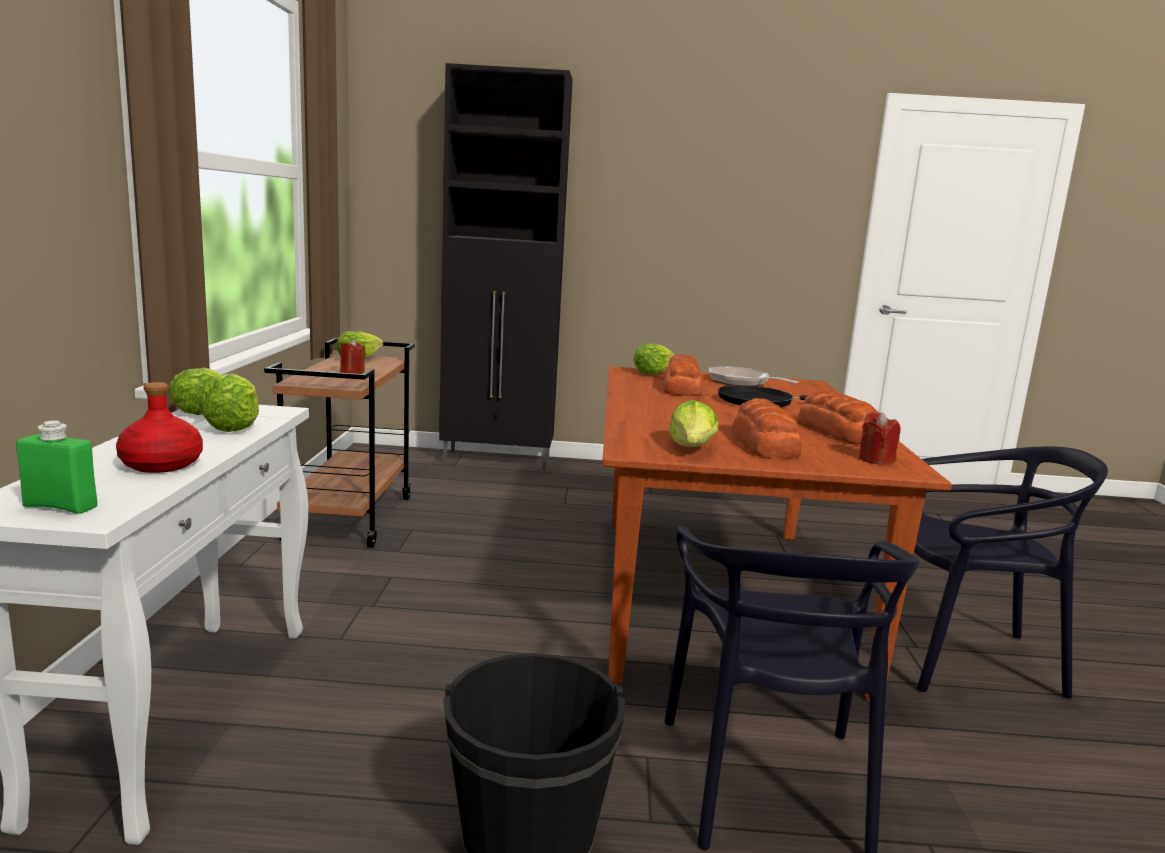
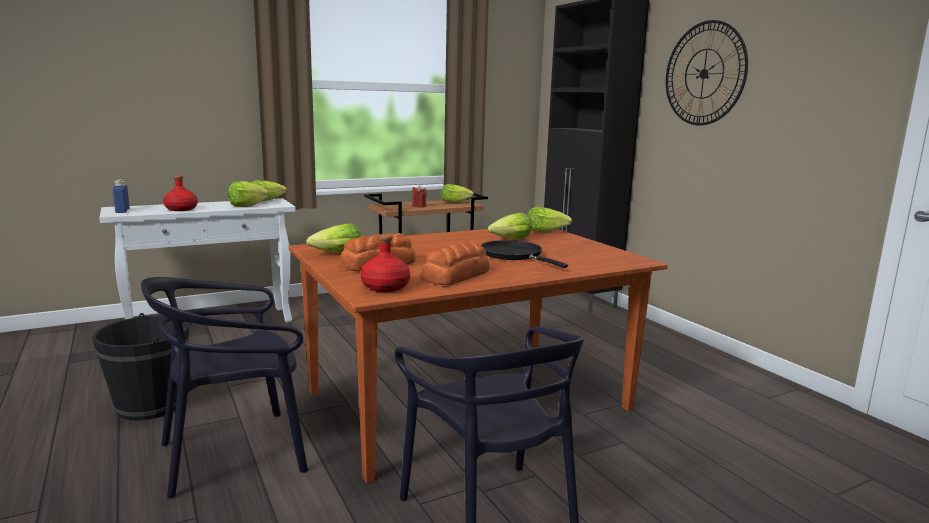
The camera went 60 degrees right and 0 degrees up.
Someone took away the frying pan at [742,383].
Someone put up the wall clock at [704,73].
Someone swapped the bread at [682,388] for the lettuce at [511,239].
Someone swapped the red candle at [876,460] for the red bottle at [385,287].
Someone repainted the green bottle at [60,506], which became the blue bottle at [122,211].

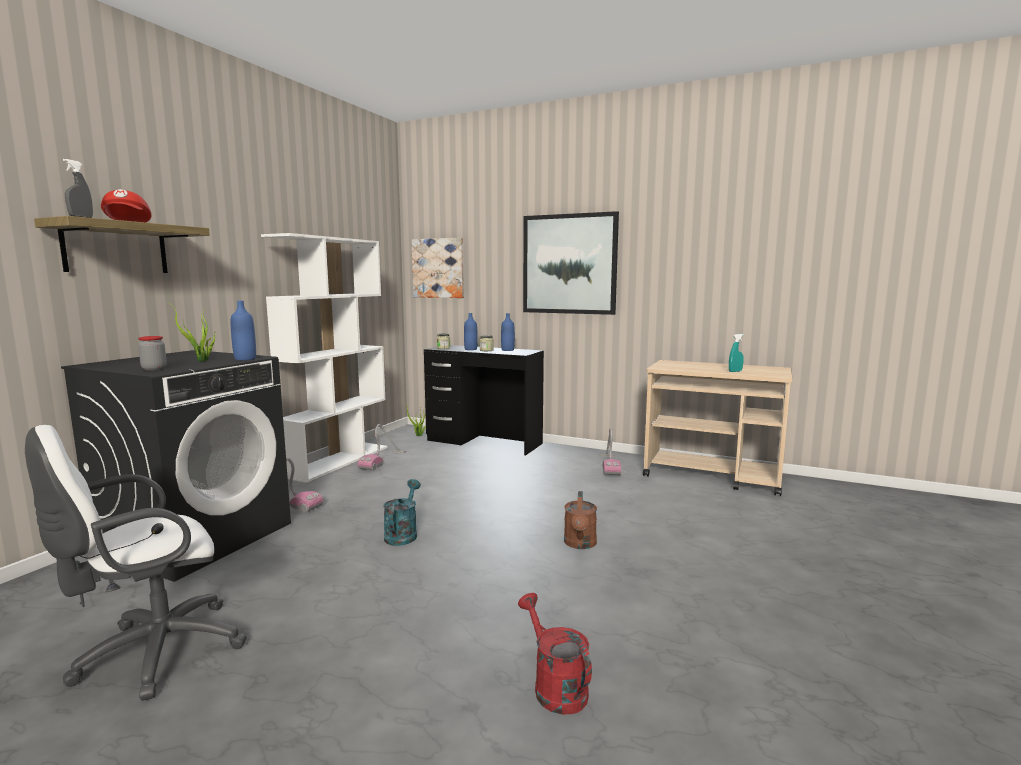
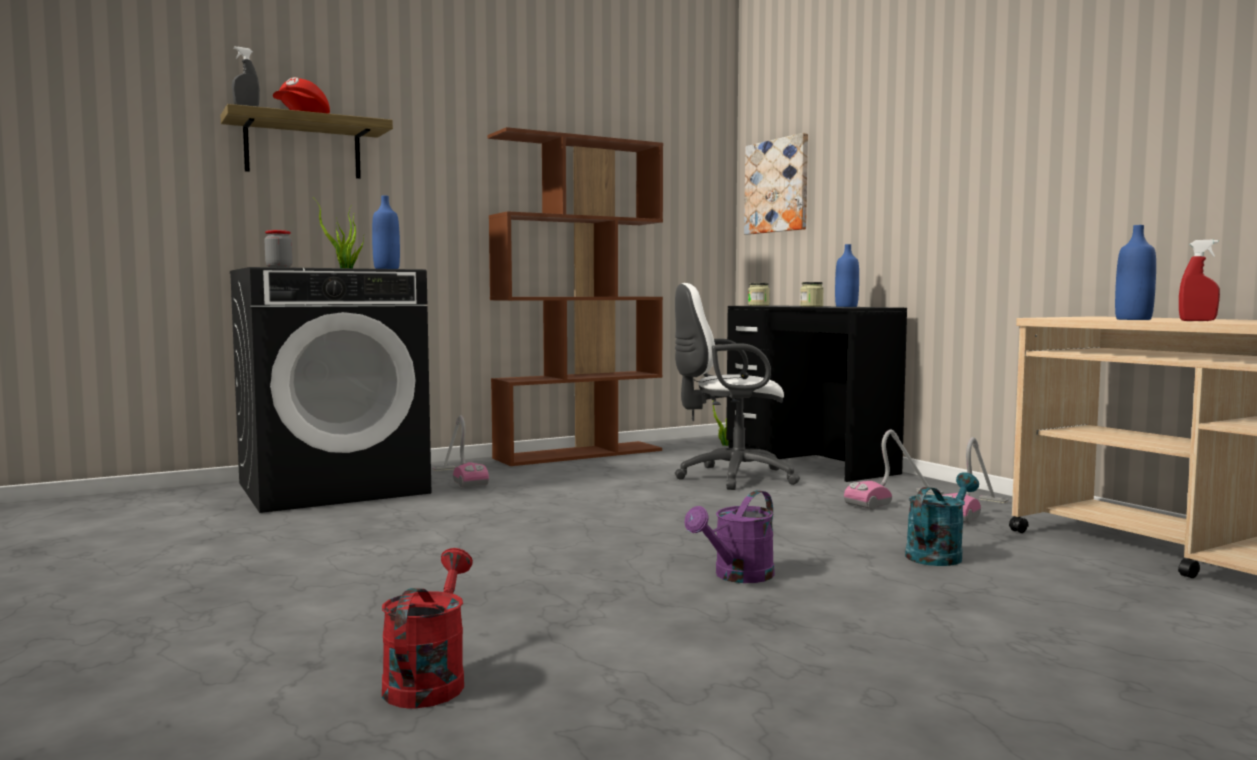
The camera went 35 degrees right and 5 degrees down.
Someone took away the picture at [569,264].
Someone carried the white office chair from [152,654] to [730,477].
Someone carried the vacuum cleaner from [383,460] to [895,499].
Someone carried the turquoise watering can from [402,534] to [938,555].
Someone carried the blue bottle from [470,349] to [1133,319].
Someone repainted the white bookcase at [337,461], which became the brown bookcase at [579,454].
Someone repainted the brown watering can at [580,544], which became the purple watering can at [737,577].
Someone repainted the turquoise spray bottle at [735,371], which became the red spray bottle at [1197,321].

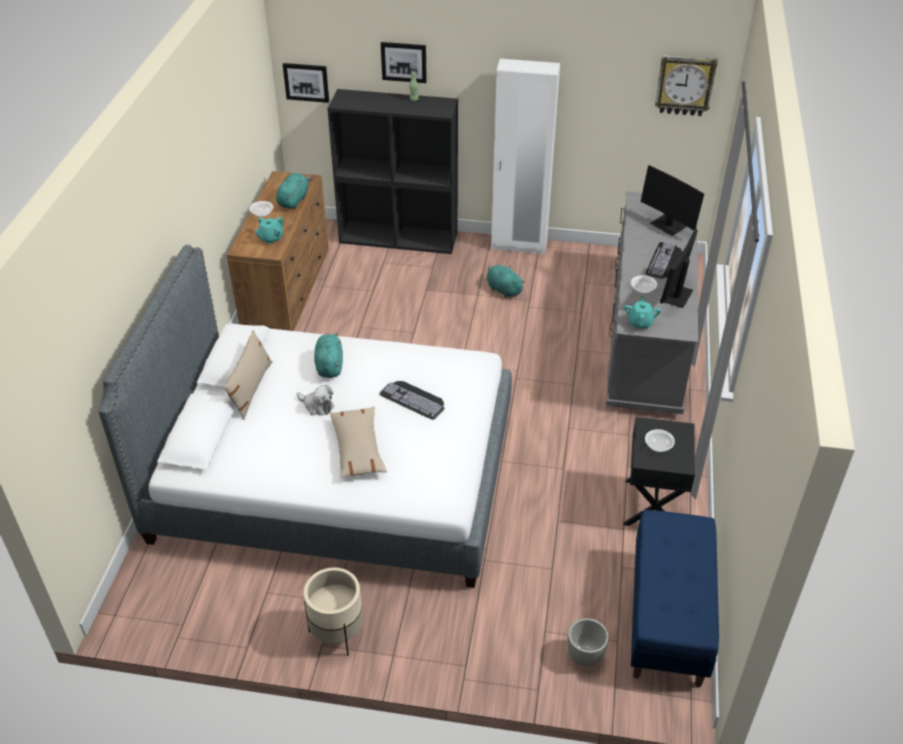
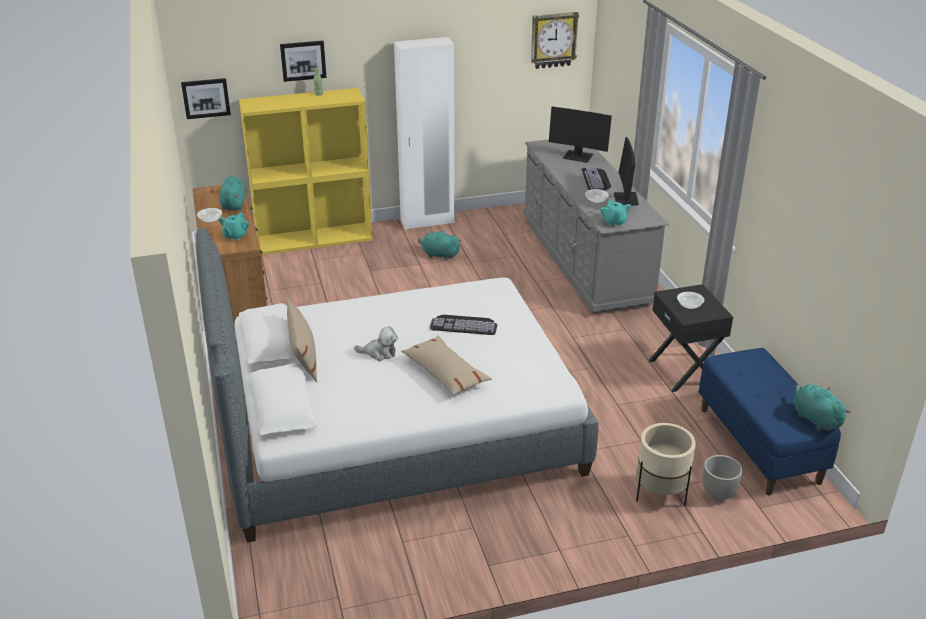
The camera went 25 degrees left and 10 degrees down.
Someone carried the beige planter from [337,633] to [660,494].
Someone carried the turquoise plush toy from [329,365] to [814,418].
Someone repainted the black bookcase at [399,237], which became the yellow bookcase at [315,238].

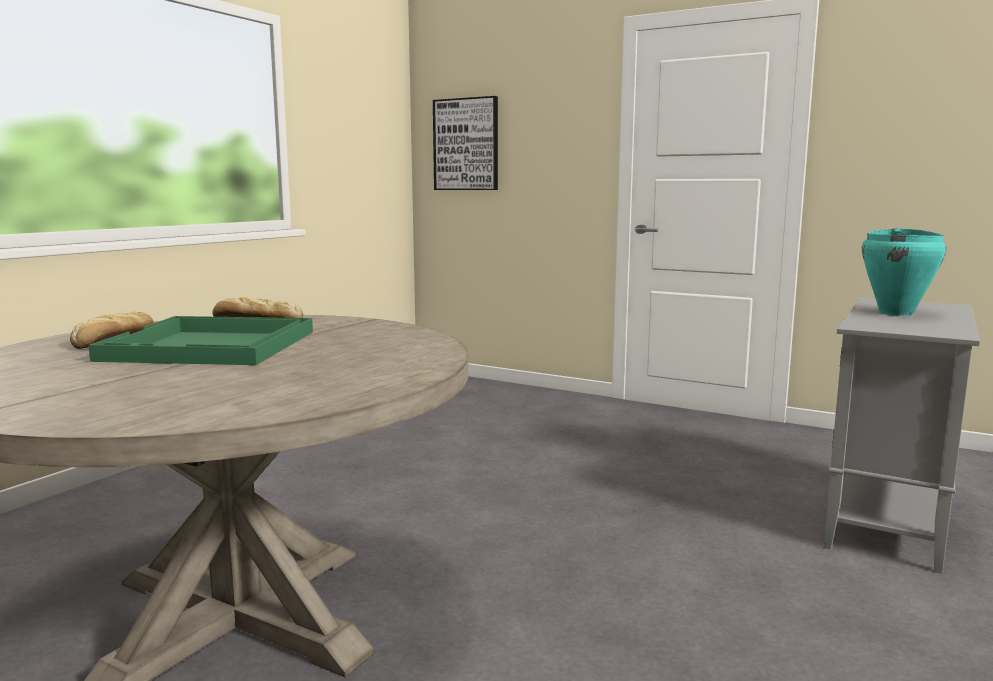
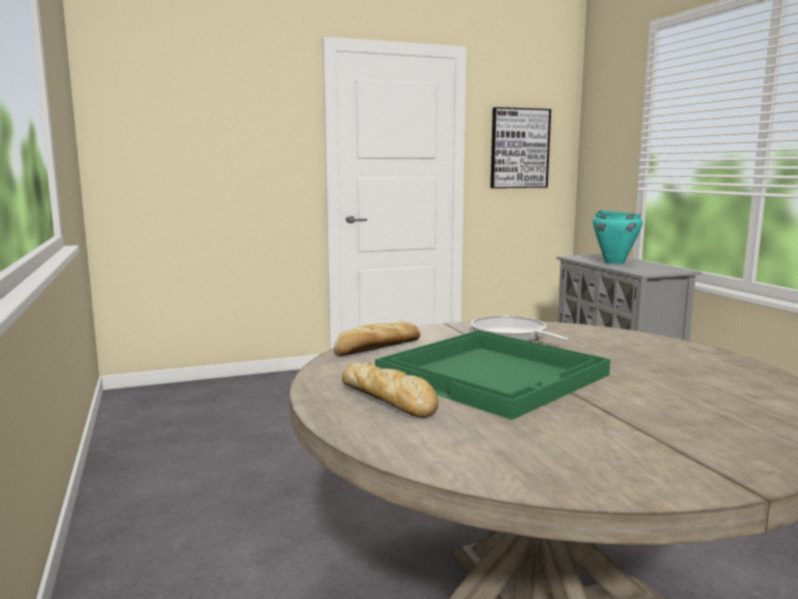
The camera went 50 degrees left and 0 degrees up.
Someone put down the frying pan at [511,335].
Someone carried the picture from [466,144] to [519,148].

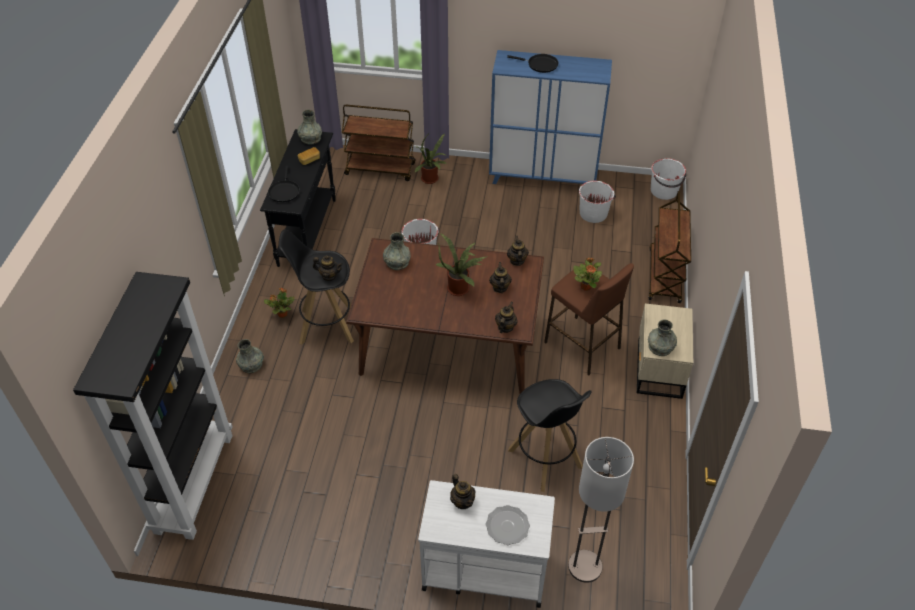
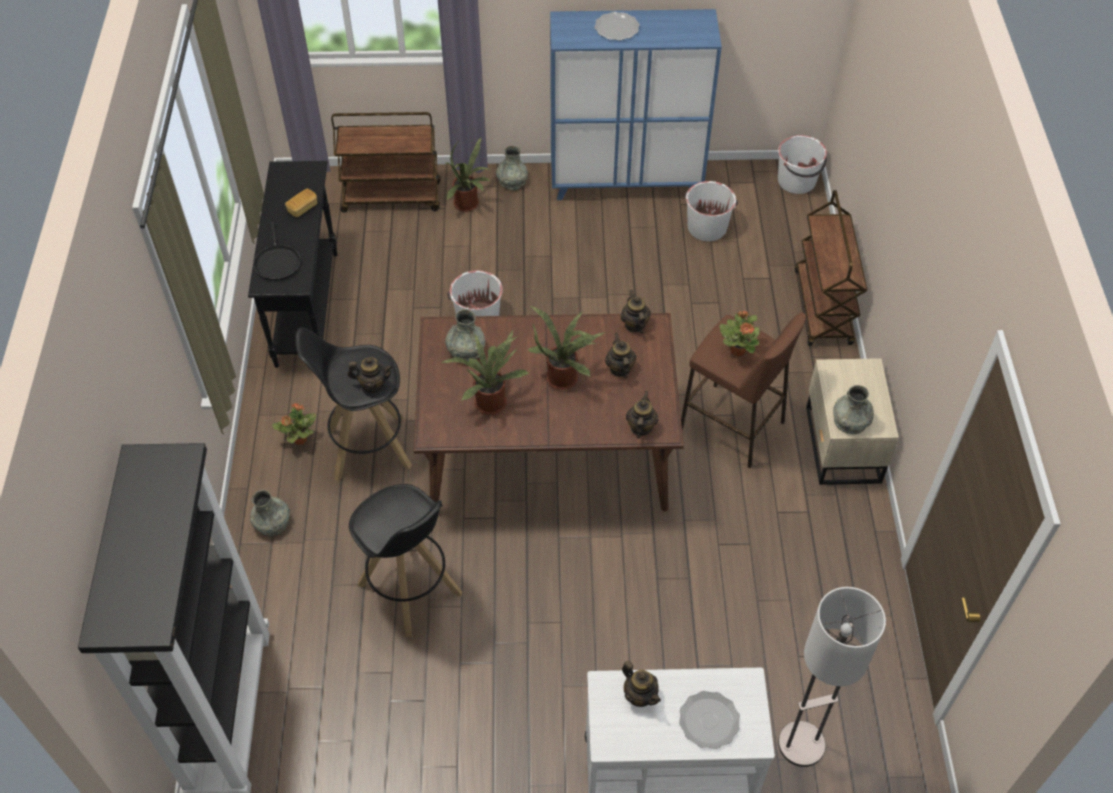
The camera went 10 degrees left and 5 degrees up.
Someone put down the potted plant at [490,400].
Someone carried the grey vase from [310,139] to [512,182].
Someone carried the black stool from [545,459] to [410,590].
Someone swapped the black frying pan at [540,65] for the plate at [617,28].

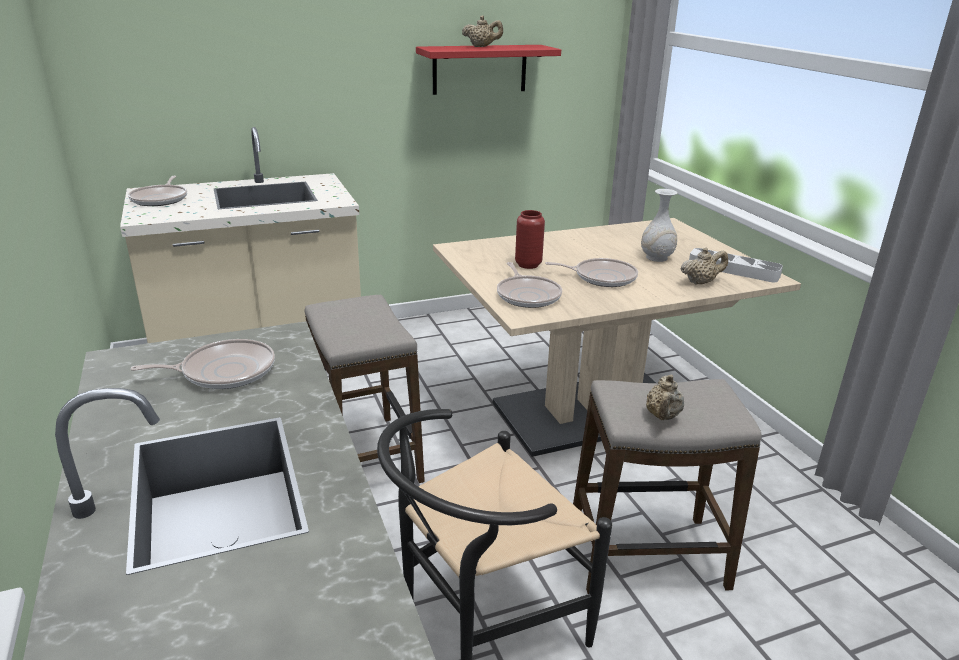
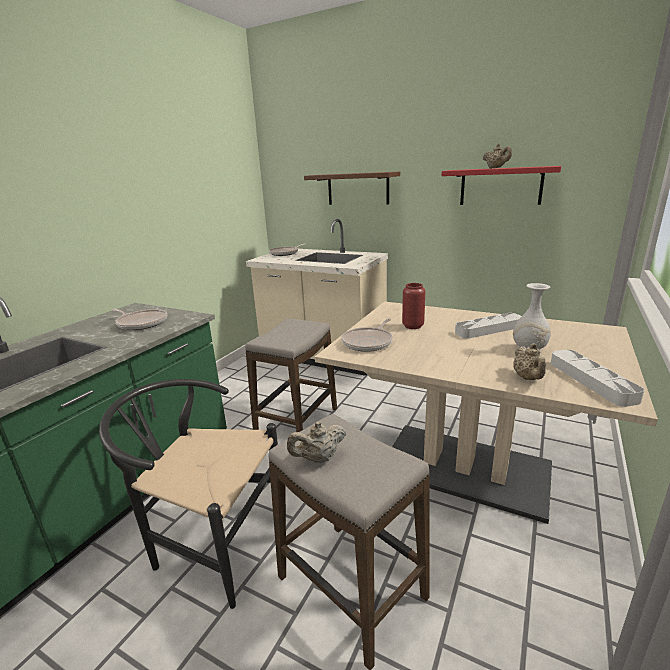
The camera went 50 degrees right and 5 degrees down.
Someone took away the frying pan at [601,277].
Someone put up the brown shelf at [358,189].
Someone put down the grey tray at [489,329].
Someone rotated the beige teapot at [701,282] by 60 degrees clockwise.

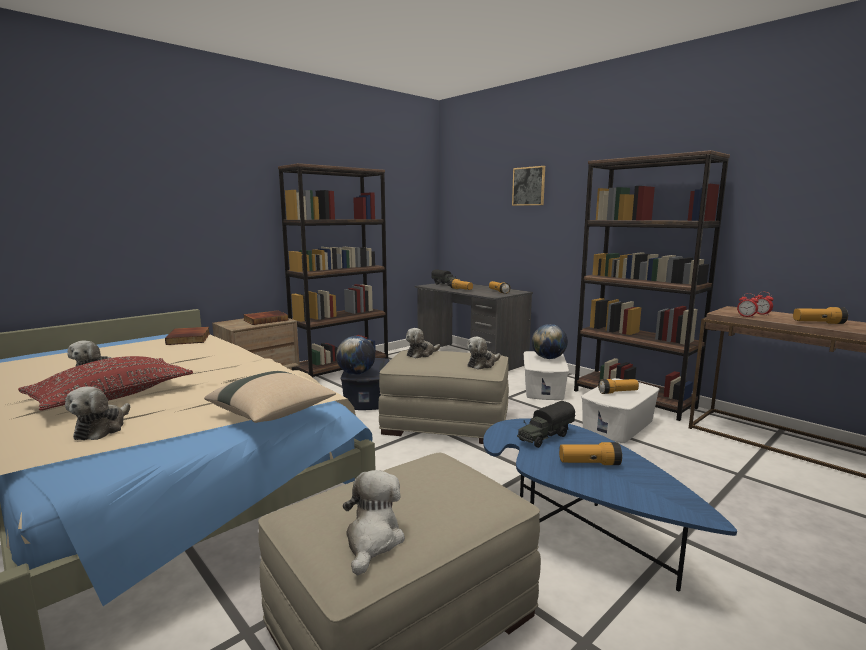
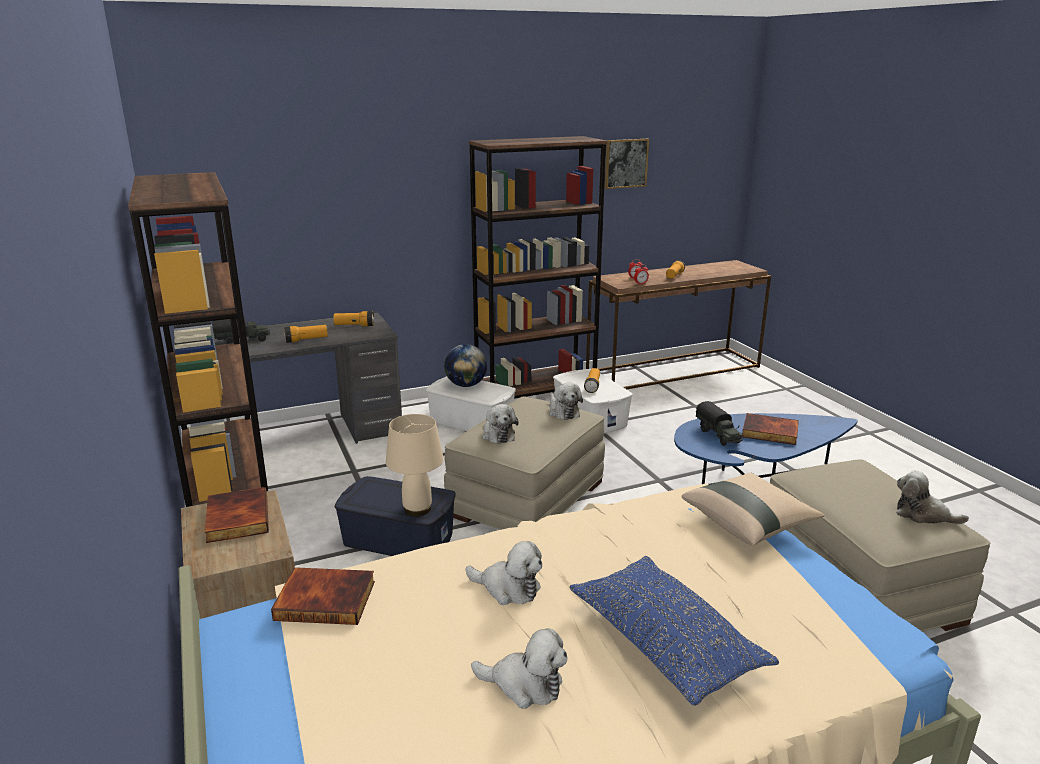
The camera went 70 degrees left and 10 degrees up.
Someone carried the plush toy from [102,428] to [508,588].
Someone carried the picture from [528,186] to [626,163].
Someone swapped the globe at [356,373] for the beige table lamp at [418,509].
Someone swapped the flashlight at [589,463] for the book at [769,432].
Someone repainted the red pillow at [112,397], which became the blue pillow at [665,642].

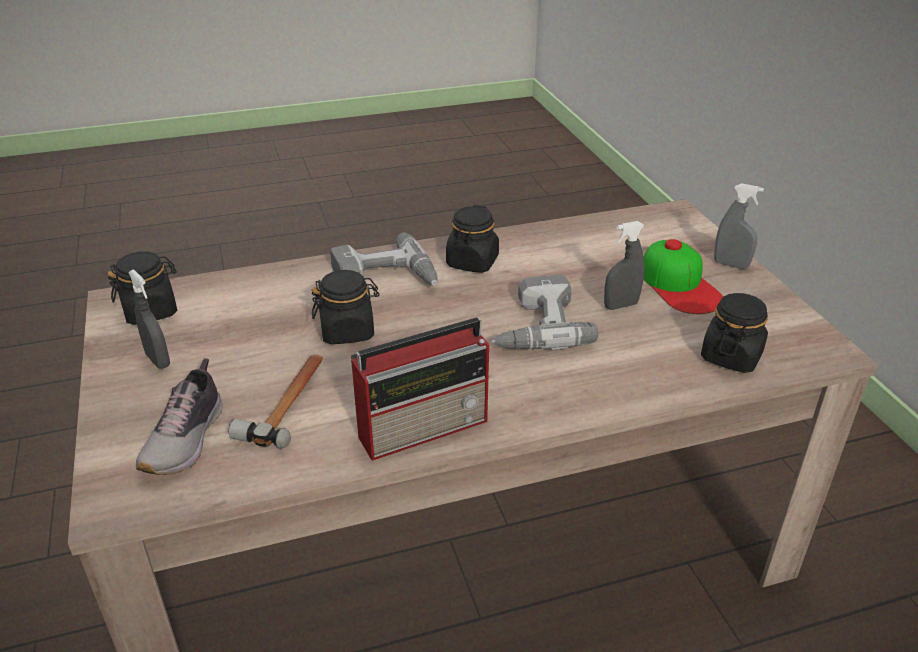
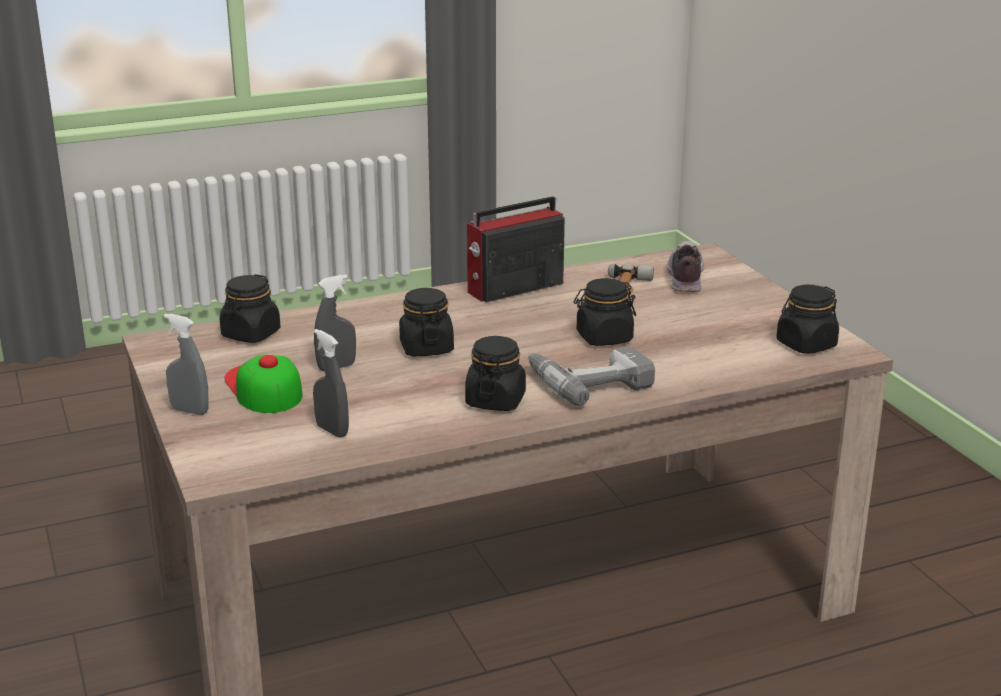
The camera went 175 degrees right and 10 degrees down.
Someone carried the grey spray bottle from [158,360] to [332,430].
Someone swapped the power drill at [535,326] for the black jar at [426,348].

